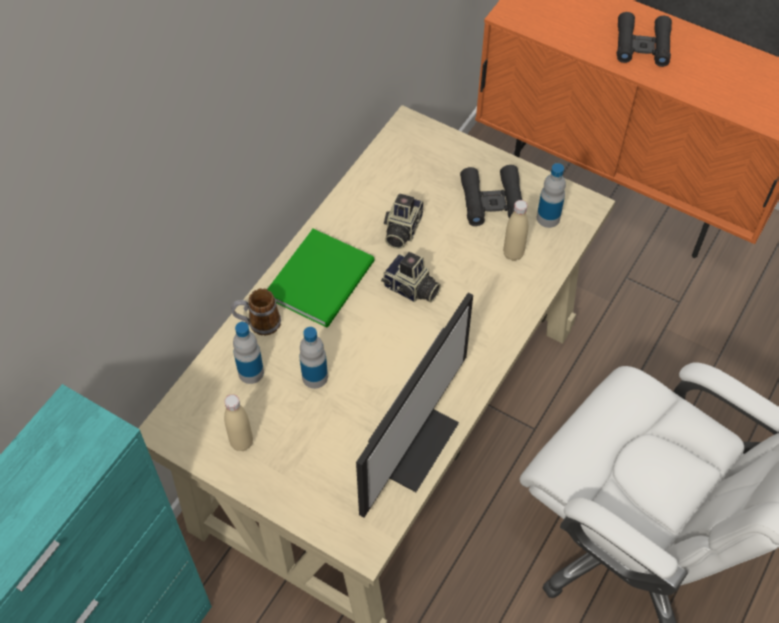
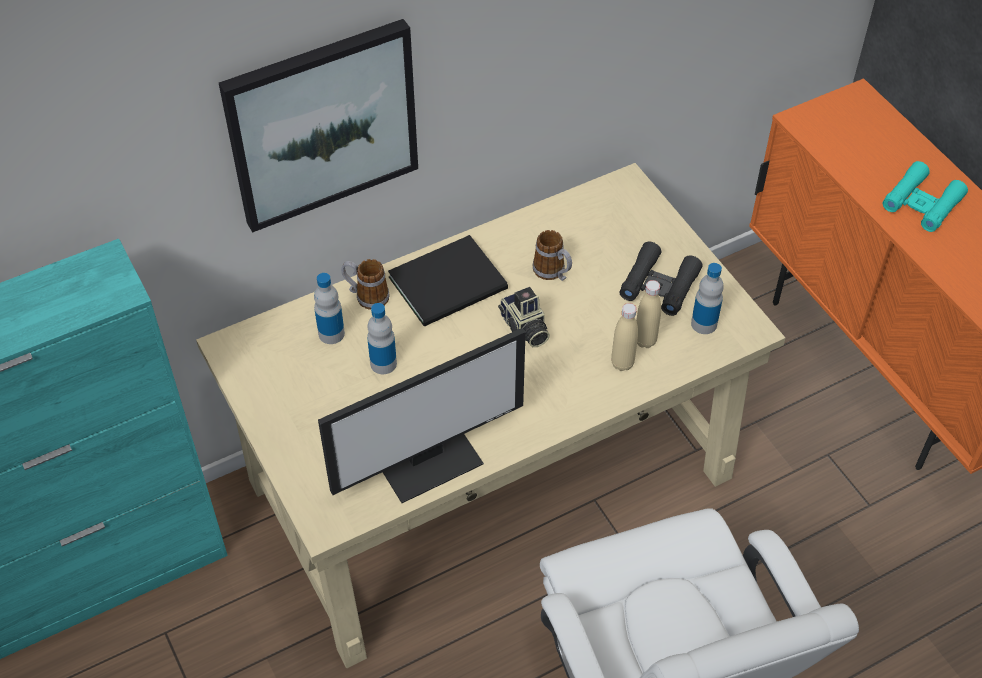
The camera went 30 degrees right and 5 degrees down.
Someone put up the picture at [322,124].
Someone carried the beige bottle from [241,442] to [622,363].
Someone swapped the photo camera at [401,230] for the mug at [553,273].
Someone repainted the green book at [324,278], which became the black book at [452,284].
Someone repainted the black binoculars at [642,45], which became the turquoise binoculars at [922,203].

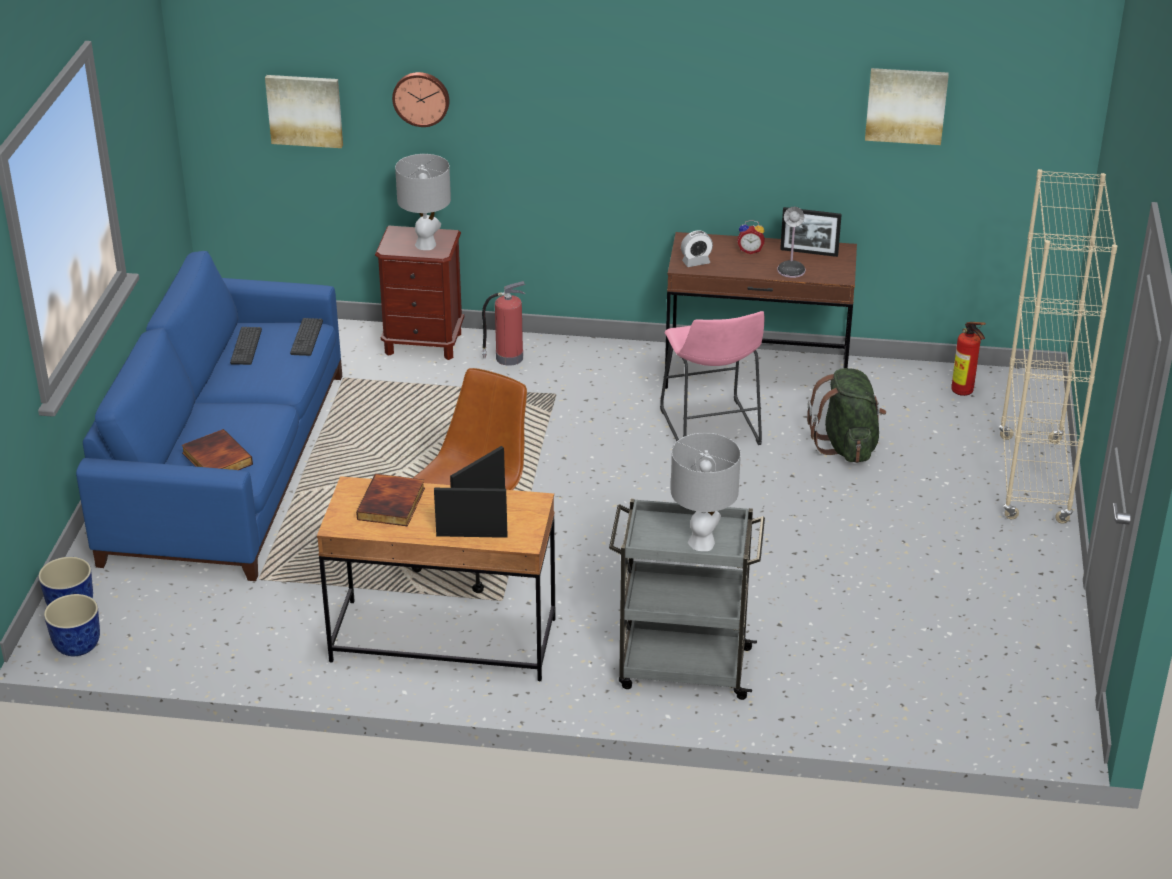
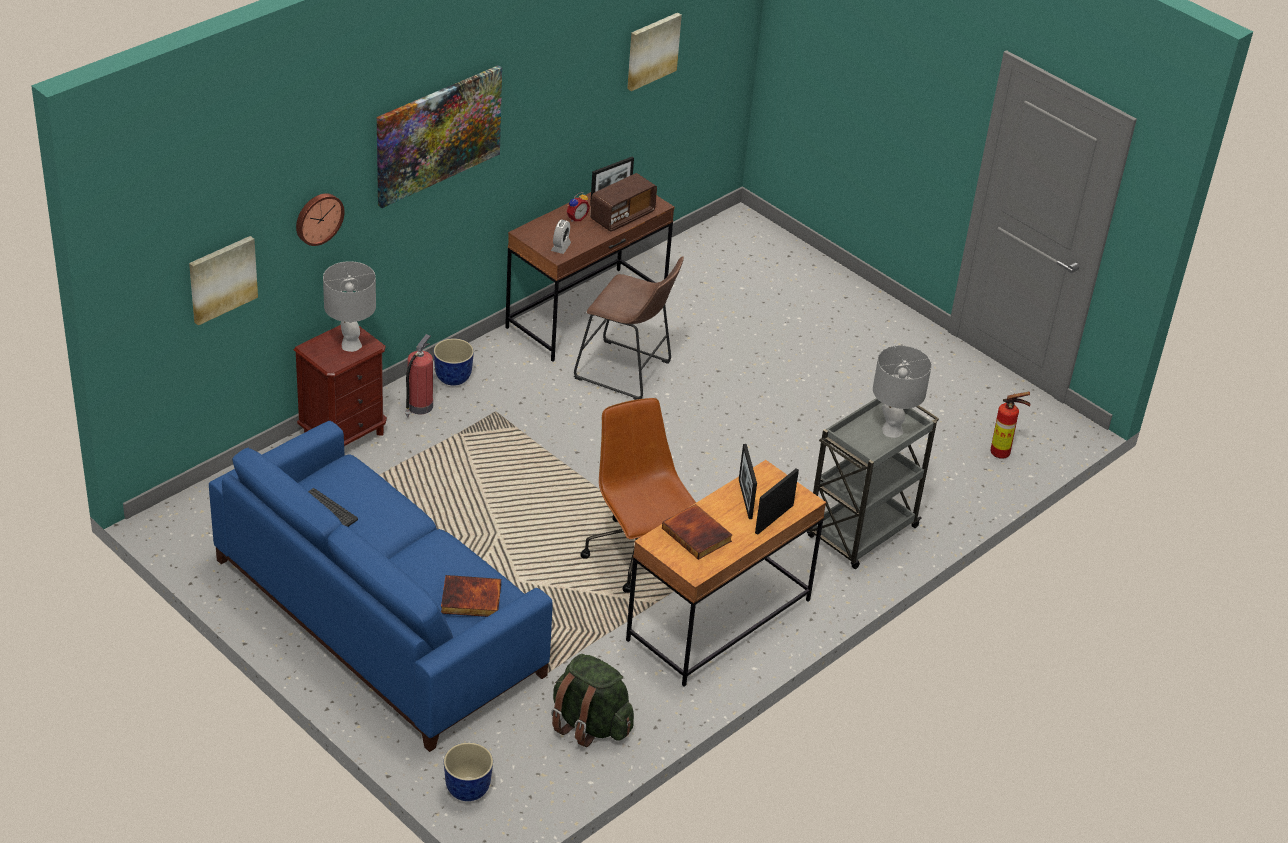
The camera went 55 degrees left and 5 degrees up.
Someone took away the keyboard at [306,337].
Someone took away the beige bookcase at [1033,480].
Someone put up the picture at [438,135].
Someone carried the planter from [78,646] to [453,378].
Someone carried the green backpack from [847,446] to [589,724].
Someone carried the fire extinguisher from [964,392] to [1003,454].
Someone swapped the table lamp at [791,269] for the radio at [622,217].
Someone repainted the pink stool at [711,431], which became the brown stool at [627,372].

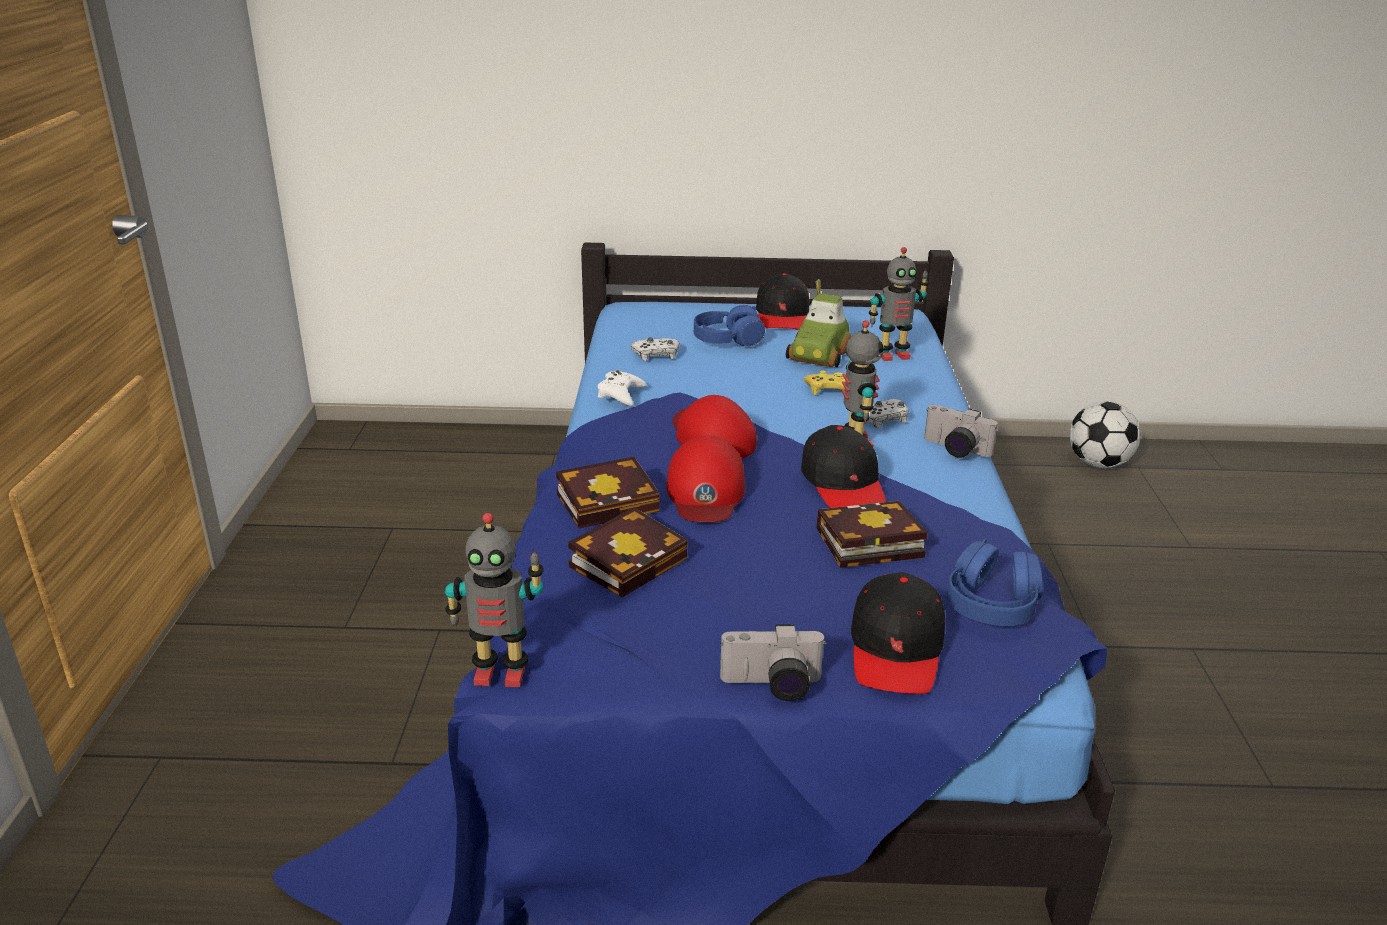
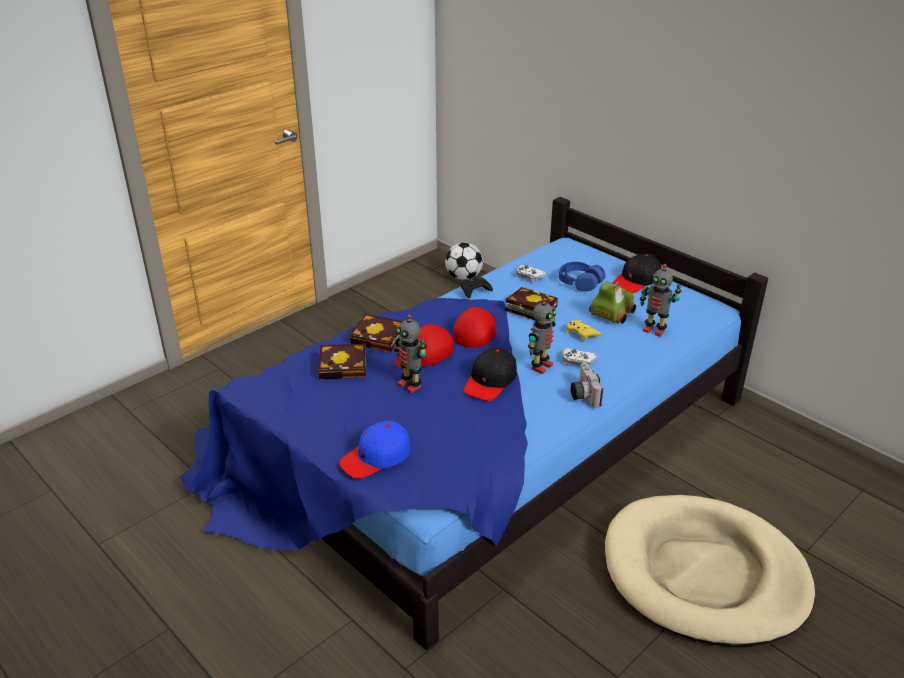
The camera went 45 degrees right and 5 degrees up.
Someone took away the photo camera at [772,686].
Someone took away the blue headphones at [992,603].
Someone put down the beige dog bed at [704,574].
Someone carried the toy robot from [500,673] to [410,385].
Someone carried the book from [865,544] to [528,308].
Someone carried the football from [1098,464] to [463,277].
Someone repainted the white game controller at [621,394], which became the black game controller at [474,290].
Someone repainted the black cap at [896,649], which became the blue cap at [376,457].
Someone rotated the toy car at [819,356] by 150 degrees clockwise.

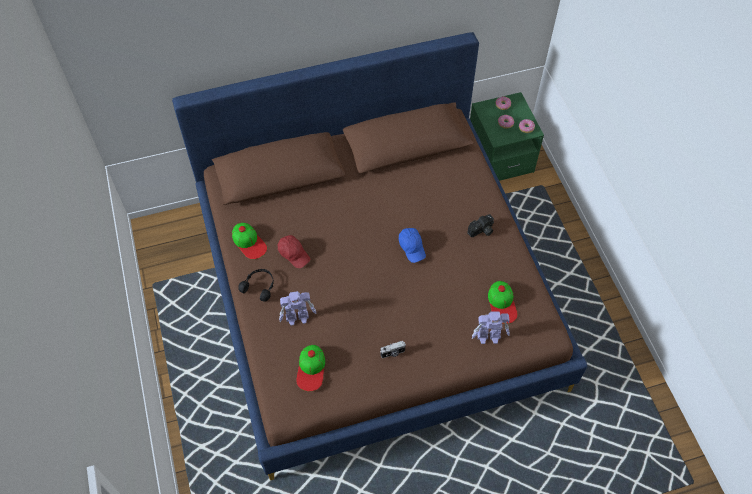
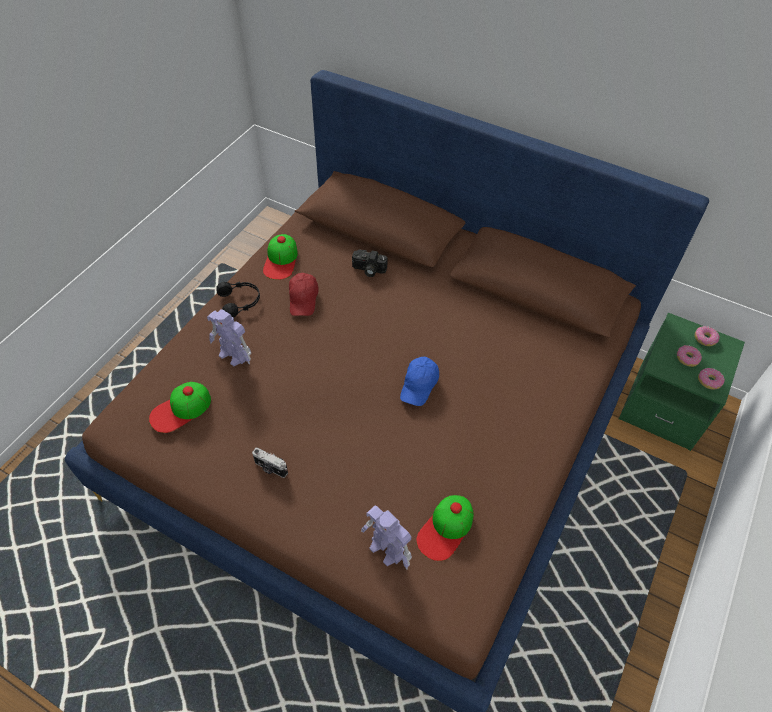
The camera went 45 degrees right and 5 degrees down.
Someone carried the photo camera from [481,231] to [368,270].

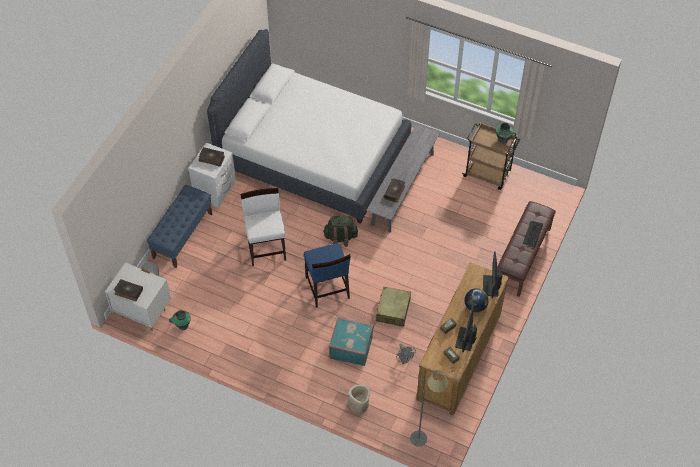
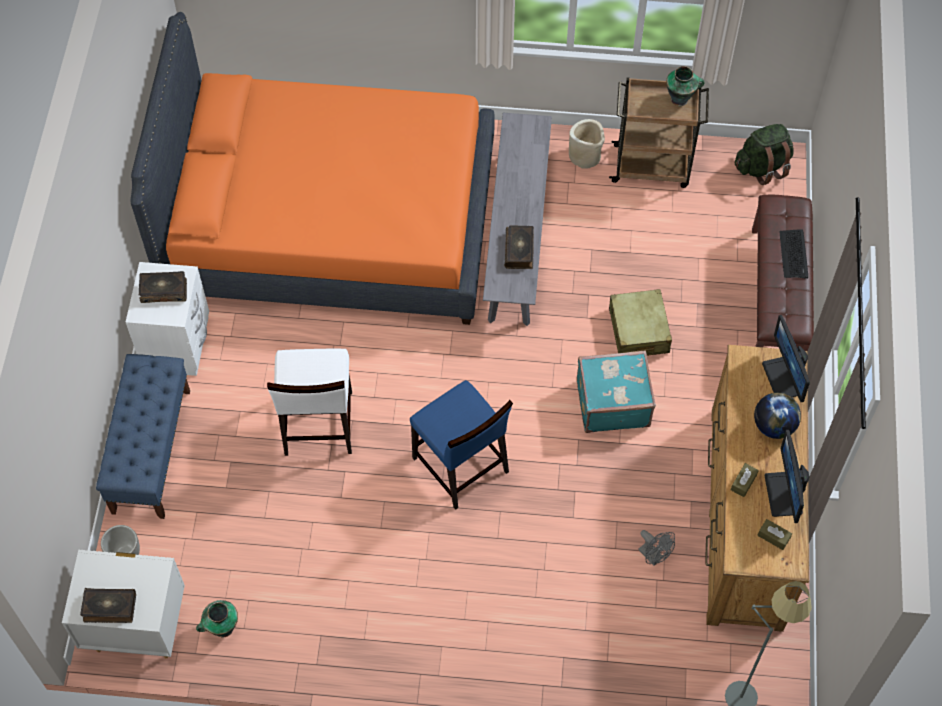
The camera went 20 degrees left and 5 degrees up.
Someone carried the green backpack from [340,238] to [762,167].
Someone carried the turquoise suitcase from [351,347] to [612,402].
Someone carried the beige planter from [359,404] to [585,156].
Someone carried the beige suitcase from [393,310] to [638,331].
Someone repainted the white bed at [312,155], which became the orange bed at [330,222].
Someone rotated the white chair at [266,247] by 150 degrees counterclockwise.

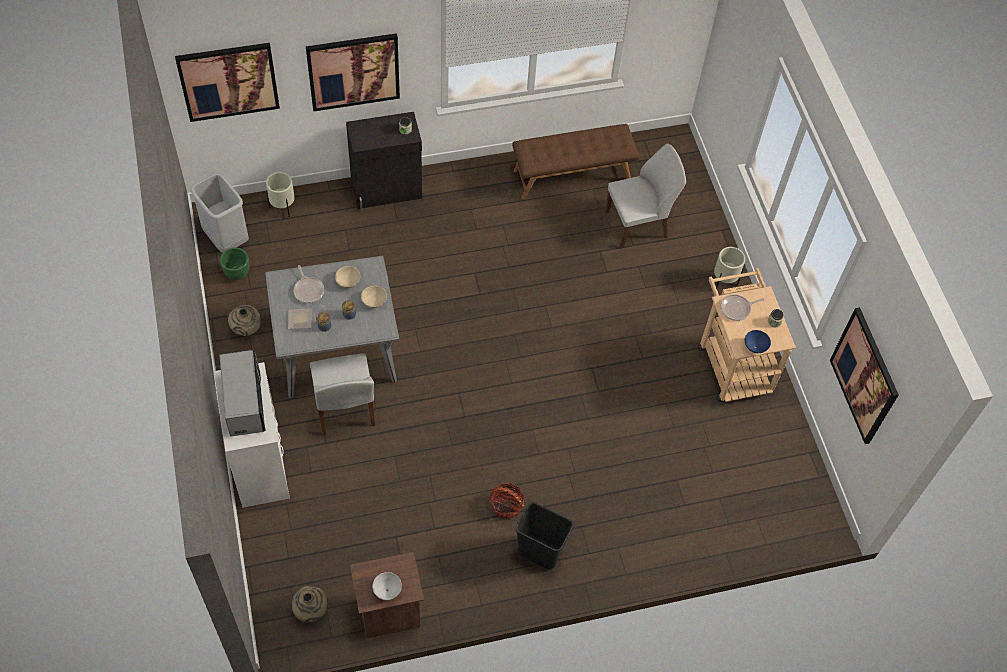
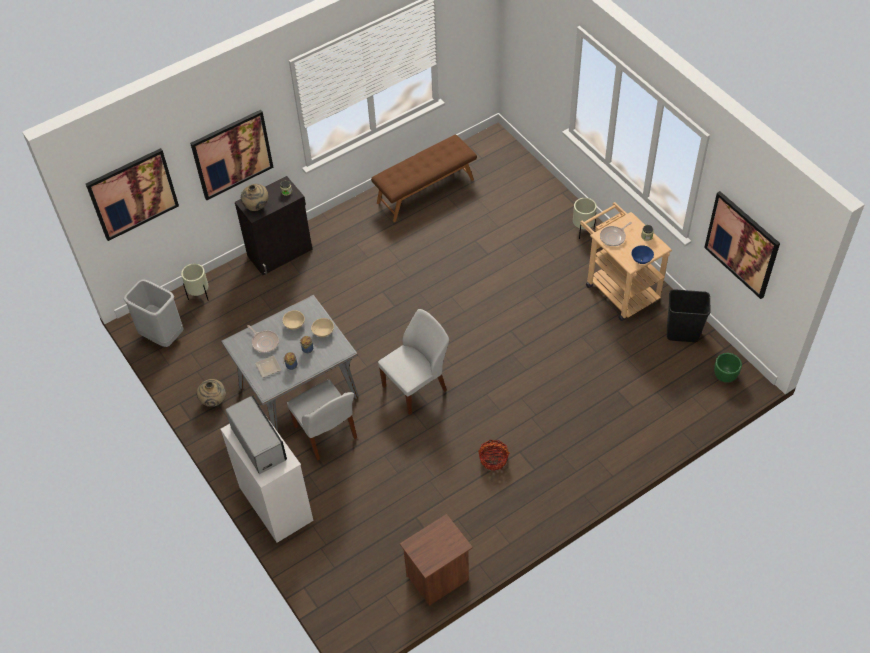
The camera went 15 degrees left and 5 degrees down.
Someone took away the white bowl at [387,590].
Someone carried the green planter from [237,273] to [725,376].
Someone carried the beige vase from [311,611] to [256,208].
Someone carried the black trash can from [540,552] to [682,333].
Someone carried the white chair from [638,224] to [416,387].

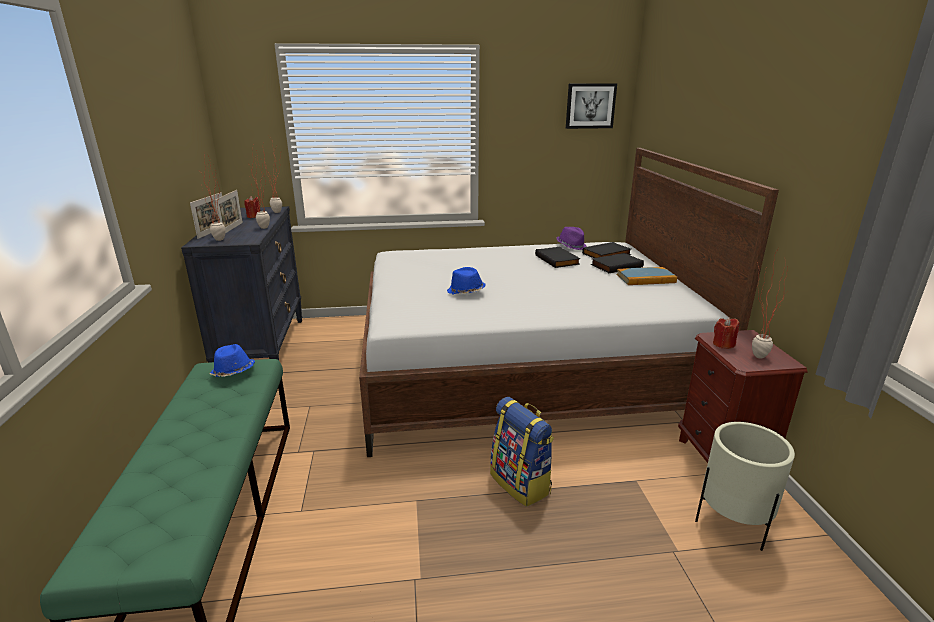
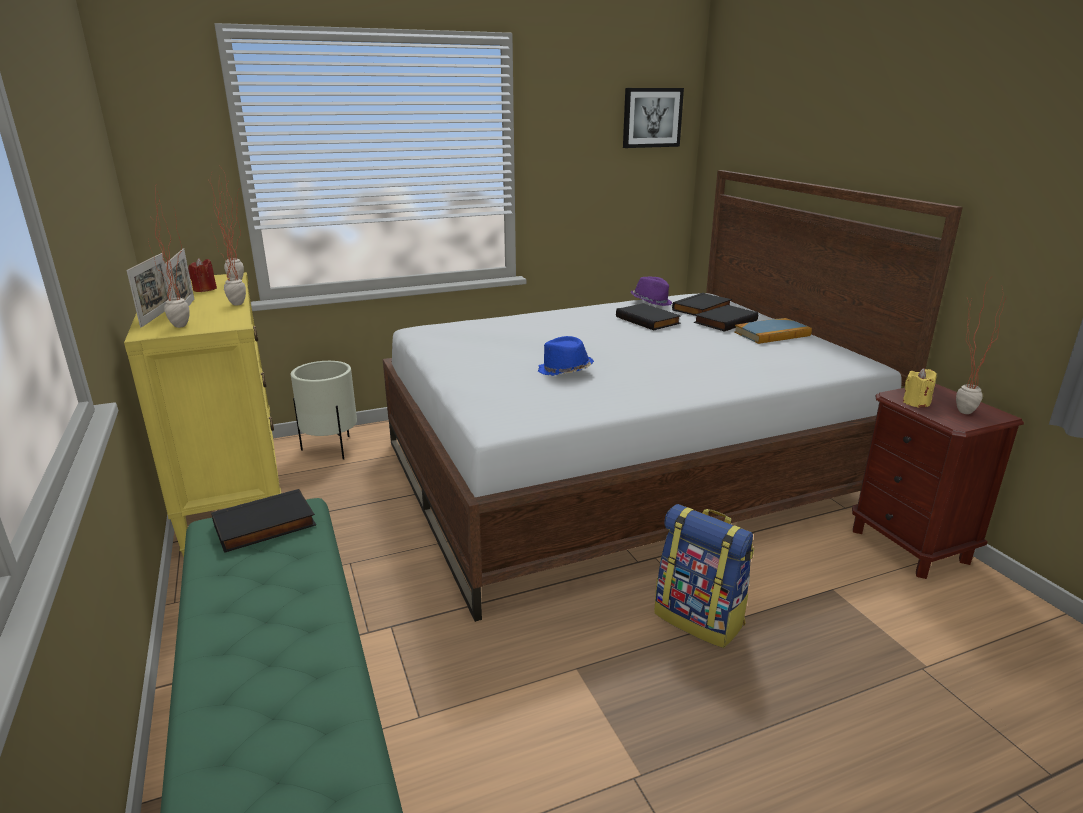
The camera went 15 degrees left and 0 degrees up.
Someone carried the beige planter from [732,524] to [331,448].
Someone swapped the blue hat at [233,372] for the black book at [264,526].
Someone repainted the black dresser at [263,349], which became the yellow dresser at [233,491].
Someone repainted the red candle at [723,344], which became the yellow candle at [916,403].

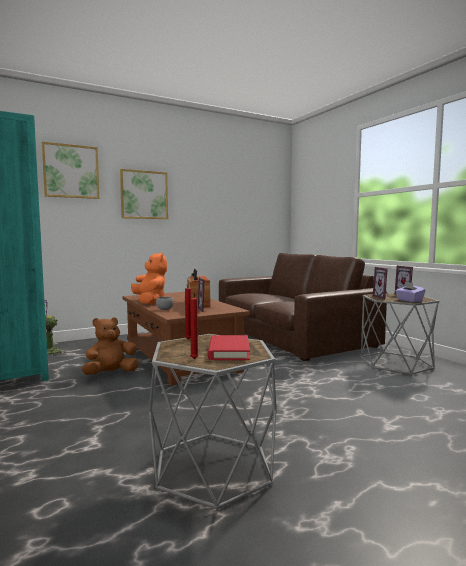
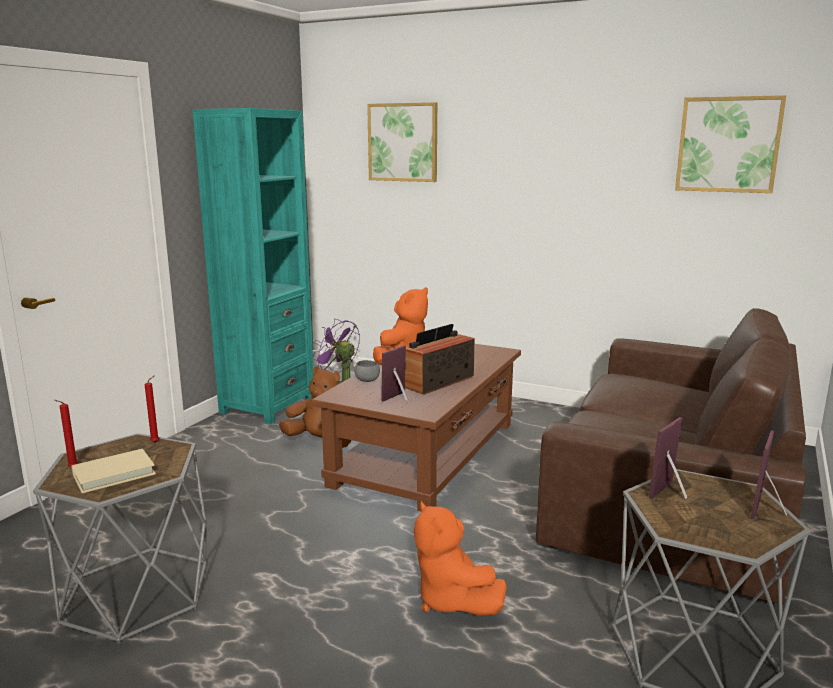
The camera went 55 degrees right and 10 degrees up.
Someone took away the purple tissue box at [409,301].
Someone put down the orange plush toy at [451,600].
Someone carried the picture from [144,195] to [728,144].
Someone repainted the red book at [228,351], which became the beige book at [114,474].

